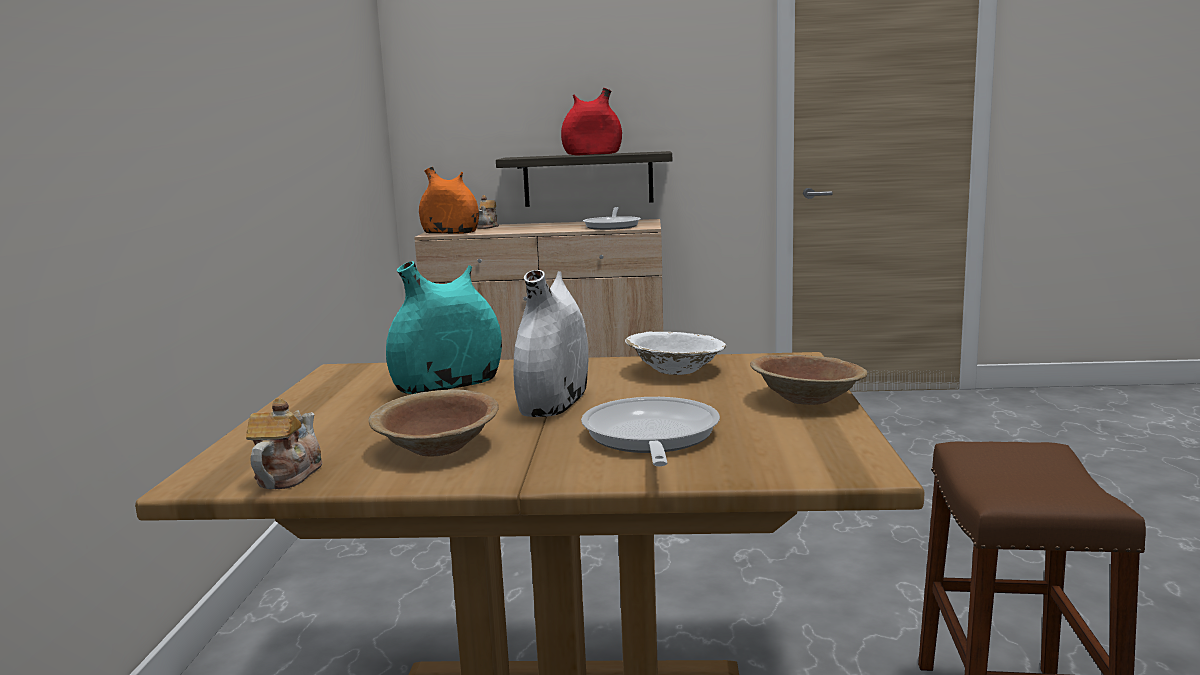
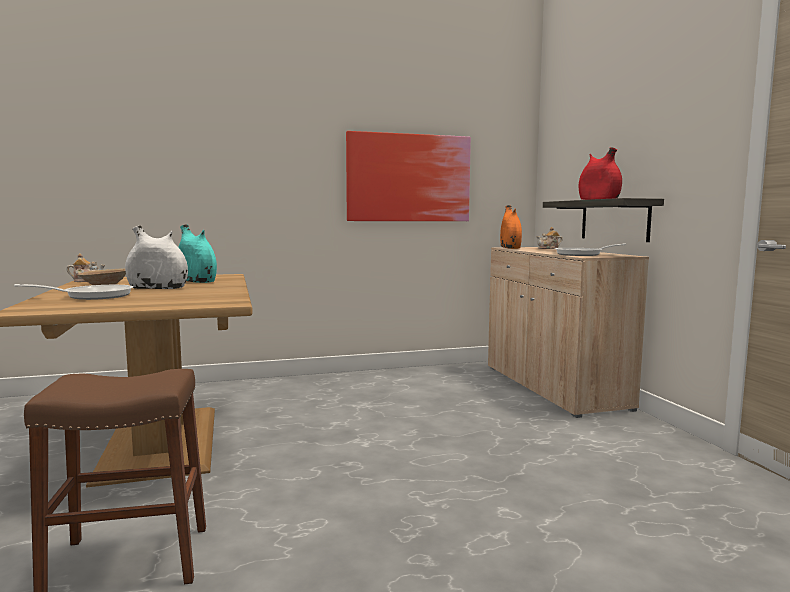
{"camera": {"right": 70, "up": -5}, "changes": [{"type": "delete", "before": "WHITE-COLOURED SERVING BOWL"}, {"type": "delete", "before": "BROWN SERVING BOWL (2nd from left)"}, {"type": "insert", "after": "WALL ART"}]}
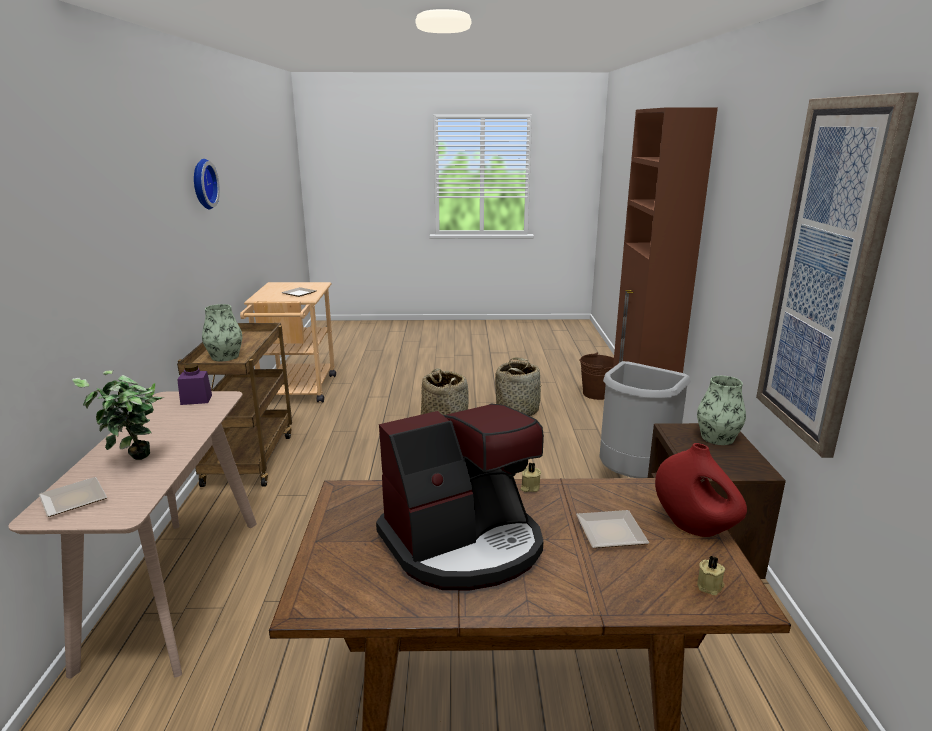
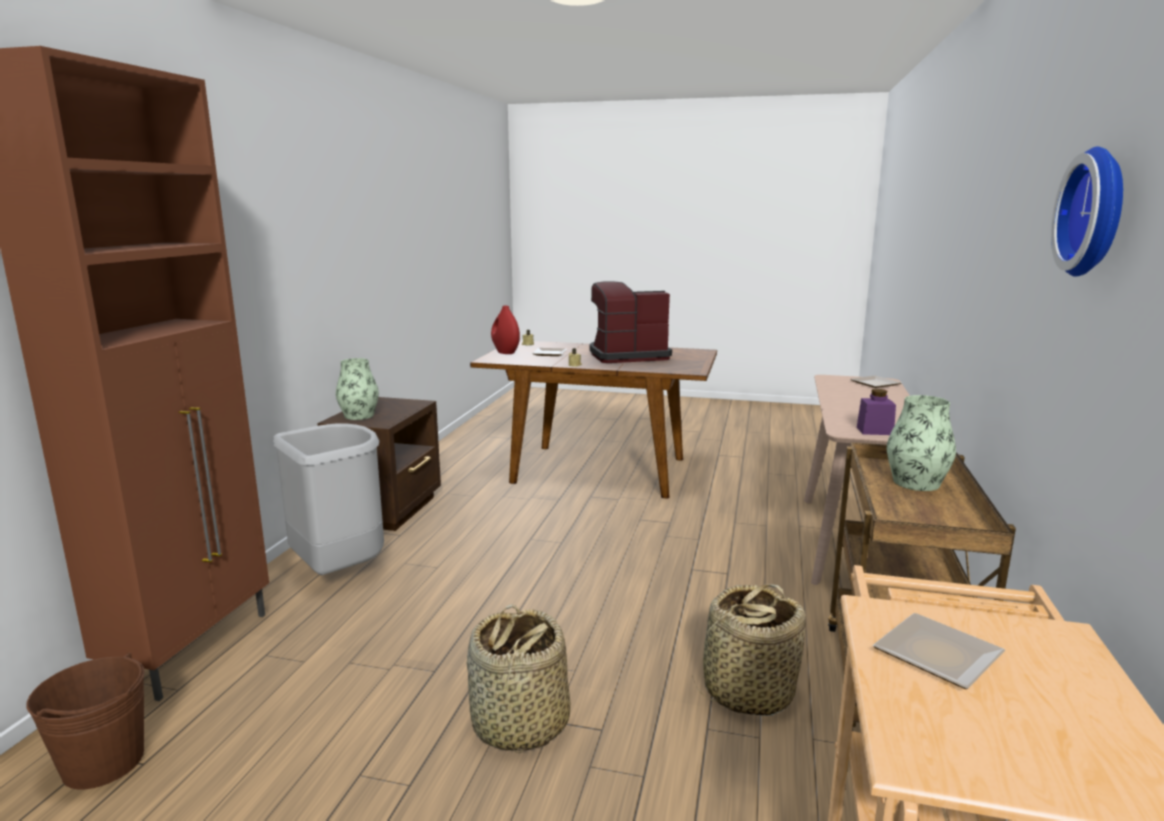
{"camera": {"right": -165, "up": -5}, "changes": [{"type": "delete", "before": "HOUSEPLANT"}, {"type": "move", "before": "HOUSEHOLD BASKET (2nd from left)"}, {"type": "delete", "before": "WALL ART"}]}
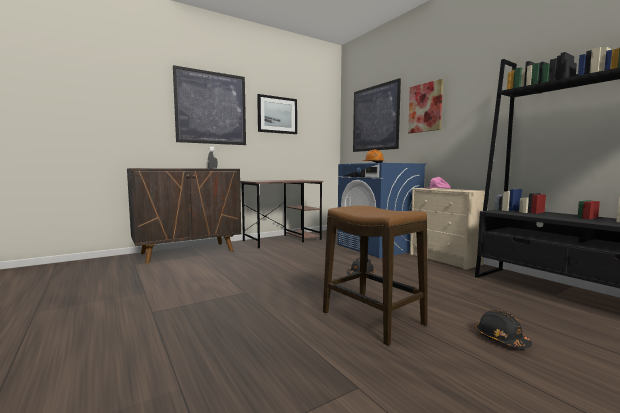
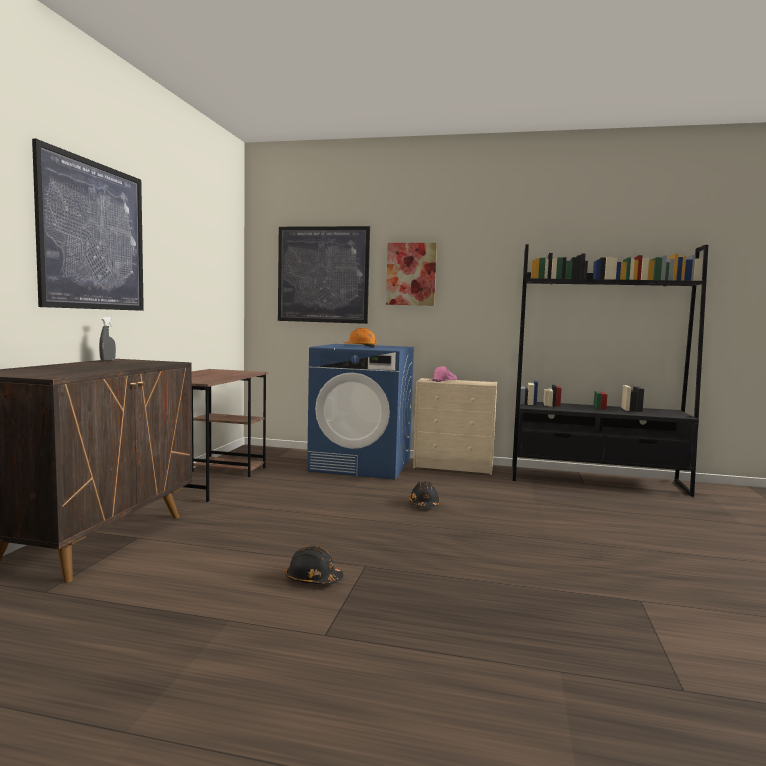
{"camera": {"right": -45, "up": 0}, "changes": [{"type": "delete", "before": "WALL ART (2nd from left)"}, {"type": "delete", "before": "SITTING STOOL"}, {"type": "move", "before": "BLACK-COLOURED WORK HELMET (2nd from left in the first image)", "after": "BLACK-COLOURED WORK HELMET (1st from left)"}]}
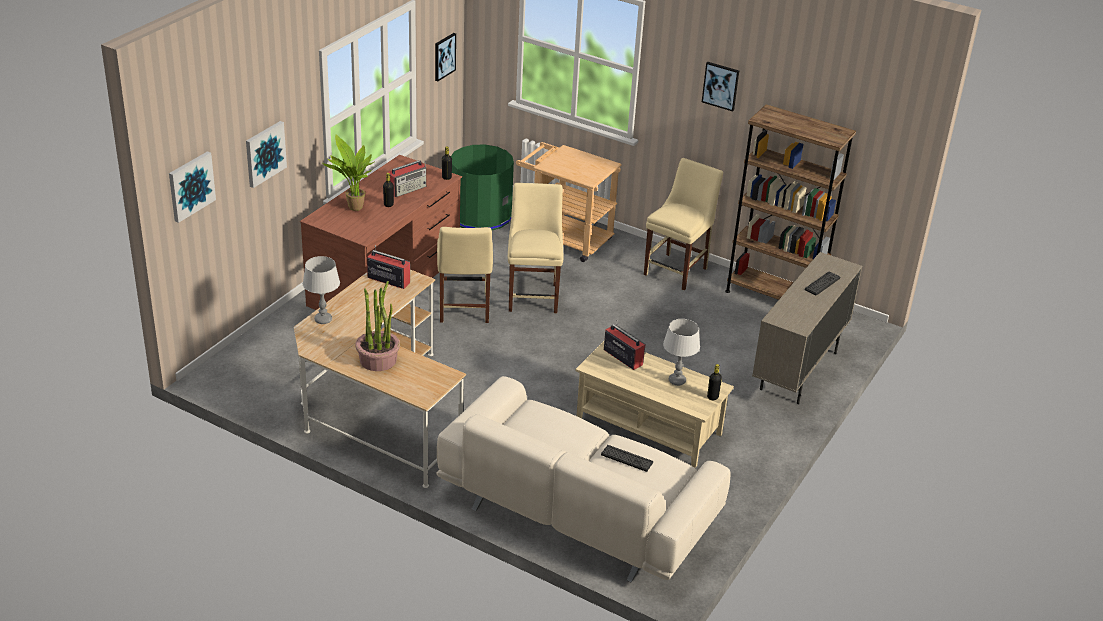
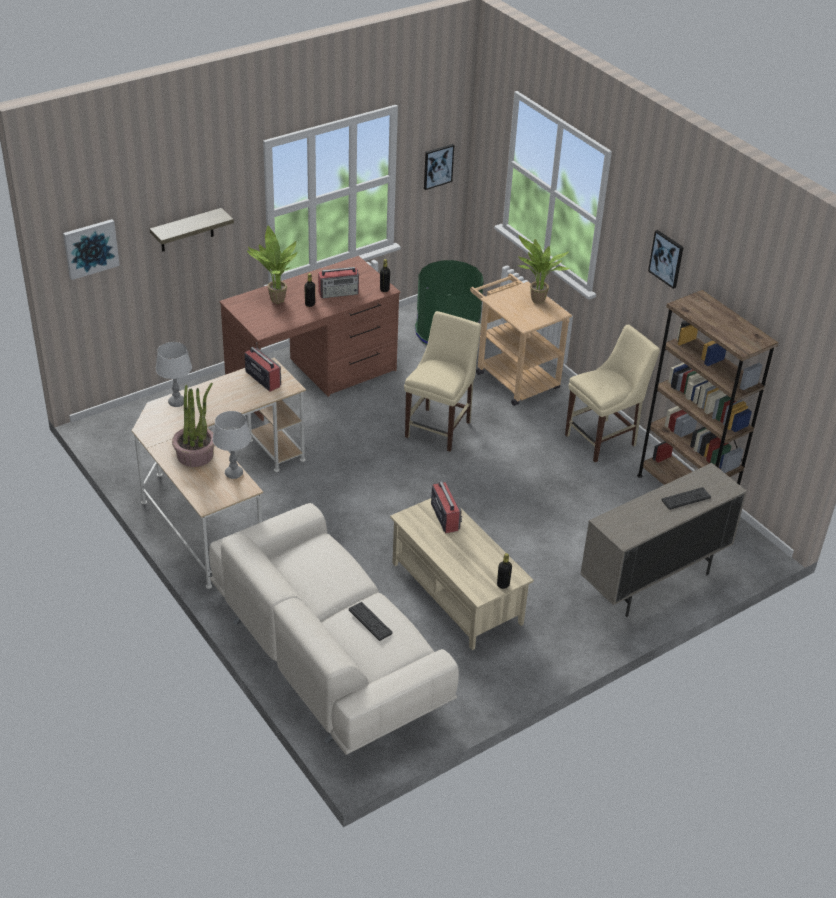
{"camera": {"right": 25, "up": 5}, "changes": [{"type": "replace", "before": "WALL ART (2nd from left)", "after": "SHELF"}, {"type": "delete", "before": "BEIGE UPRIGHT CHAIR (1st from left)"}, {"type": "move", "before": "GREYISH LAMP FOR A TABLE (2nd from left)"}, {"type": "insert", "after": "HOUSEPLANT (3rd from left)"}]}
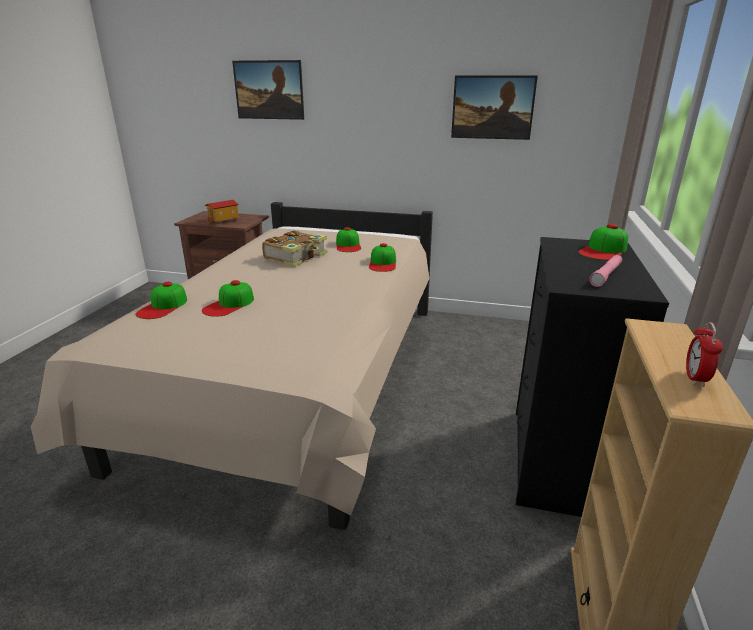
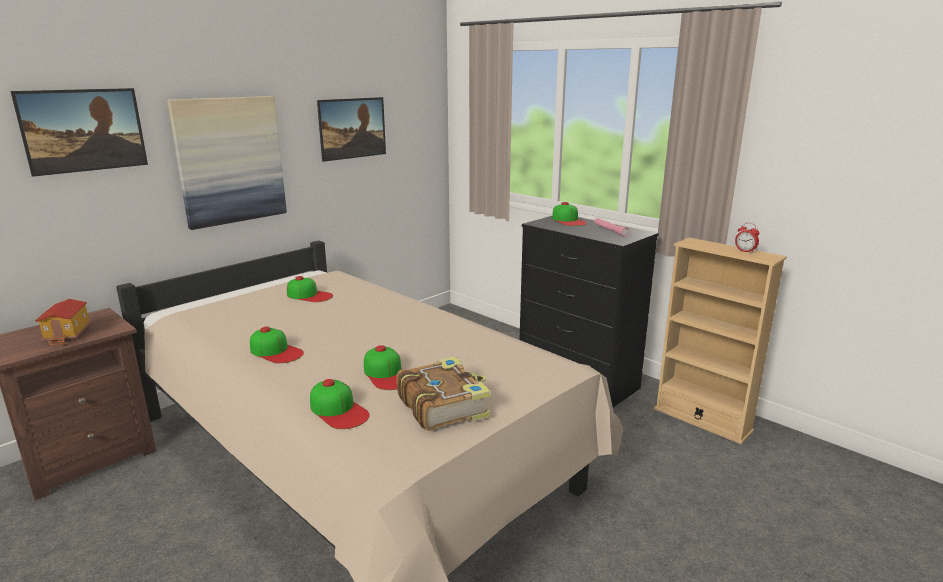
{"camera": {"right": -60, "up": -5}, "changes": [{"type": "move", "before": "VOLUME"}, {"type": "move", "before": "CAP (4th from left in the first image)", "after": "CAP (1st from left)"}, {"type": "insert", "after": "WALL ART (2nd from left)"}]}
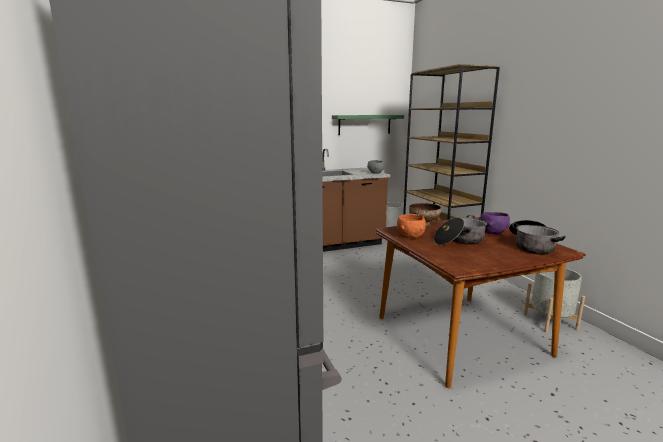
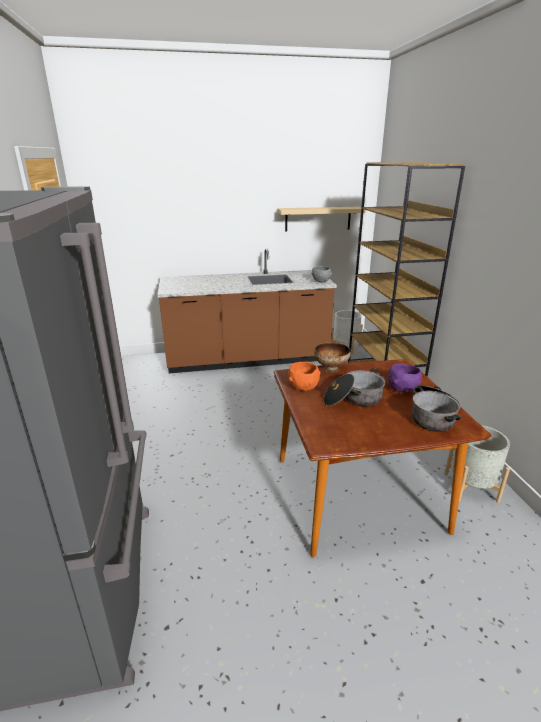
{"camera": {"right": 10, "up": 10}, "changes": [{"type": "recolor", "before": "GREEN-COLOURED SHELF", "after": "BEIGE SHELF"}]}
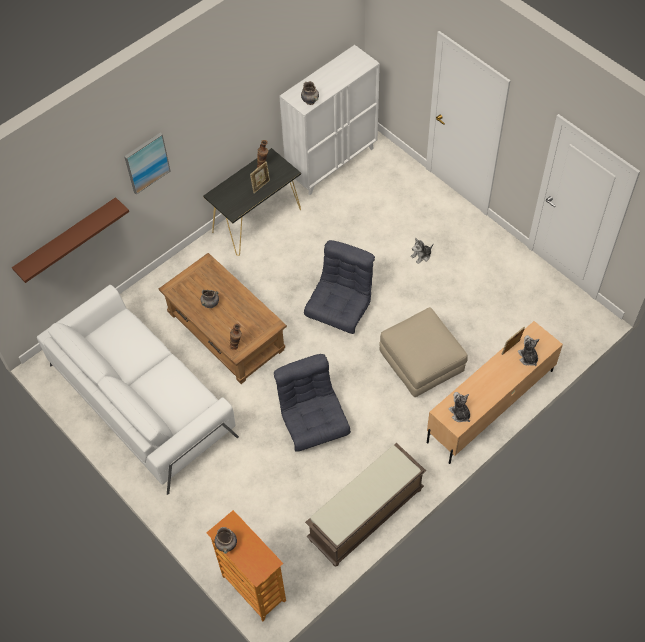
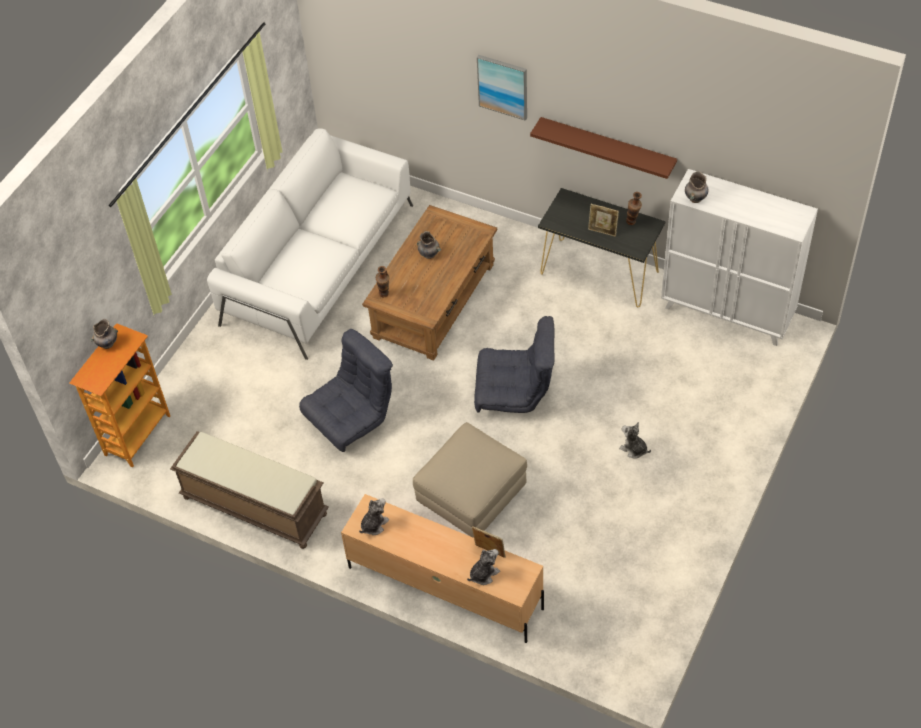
{"camera": {"right": 70, "up": -5}, "changes": [{"type": "move", "before": "BROWN SHELF"}]}
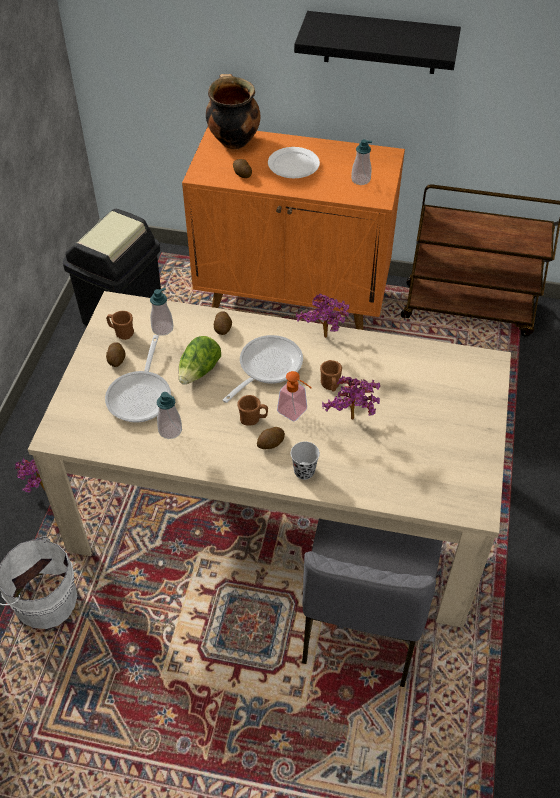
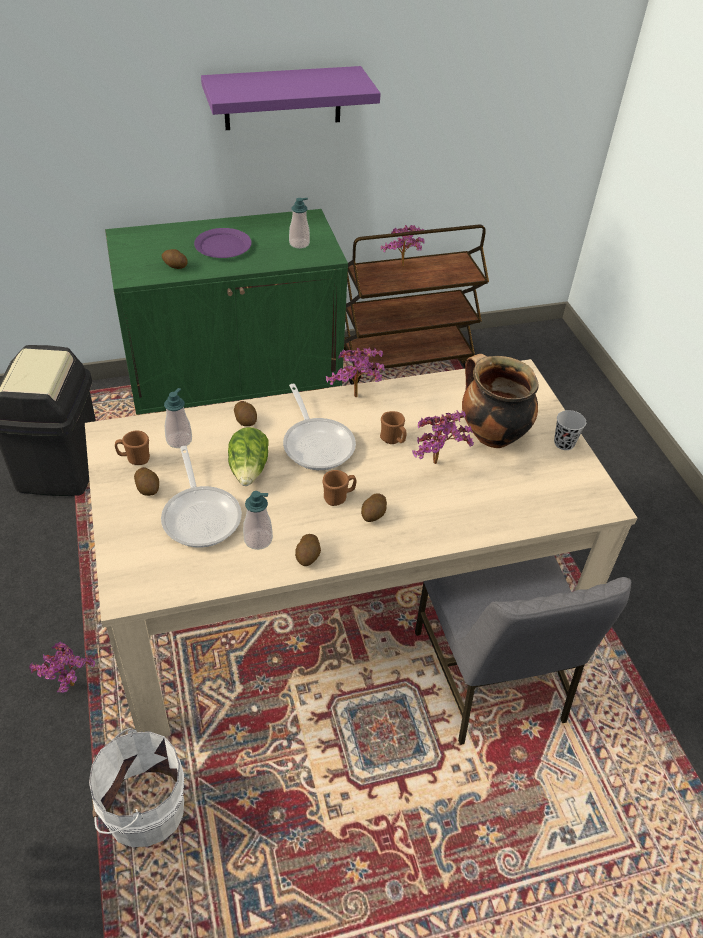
{"camera": {"right": -30, "up": -5}, "changes": [{"type": "recolor", "before": "ORANGE CUPBOARD", "after": "GREEN-COLOURED CUPBOARD"}, {"type": "move", "before": "SAUCEPOT"}, {"type": "rotate", "before": "FRYING PAN (2nd from left)", "turn": 150}, {"type": "recolor", "before": "WHITE-COLOURED FLAT DISH", "after": "PURPLISH FLAT DISH"}, {"type": "delete", "before": "LIQUID SOAP BOTTLE (3rd from left)"}, {"type": "move", "before": "BLACK-COLOURED SMALL CUP"}, {"type": "recolor", "before": "BLACK-COLOURED SHELF", "after": "PURPLISH SHELF"}, {"type": "insert", "after": "POTATO (4th from left)"}, {"type": "insert", "after": "HOUSEPLANT (3rd from left)"}]}
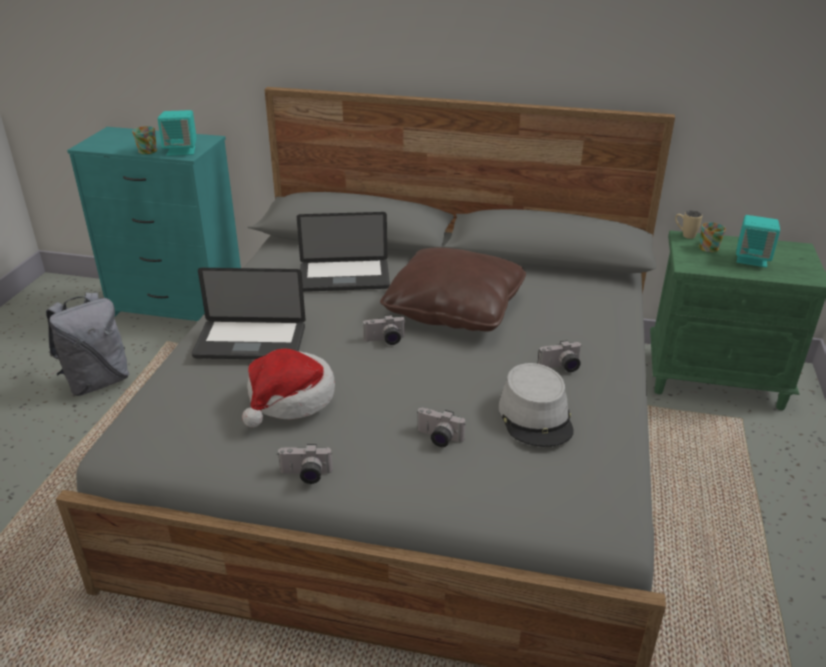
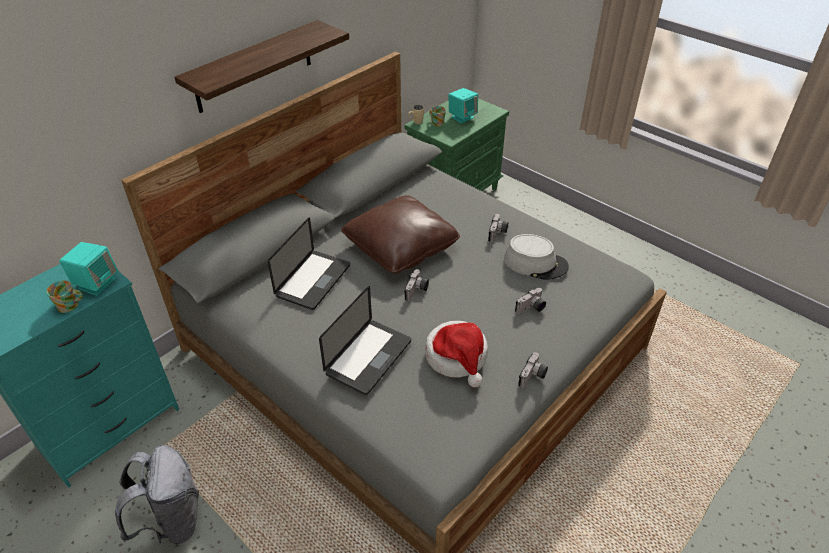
{"camera": {"right": -60, "up": 10}, "changes": [{"type": "insert", "after": "SHELF"}]}
